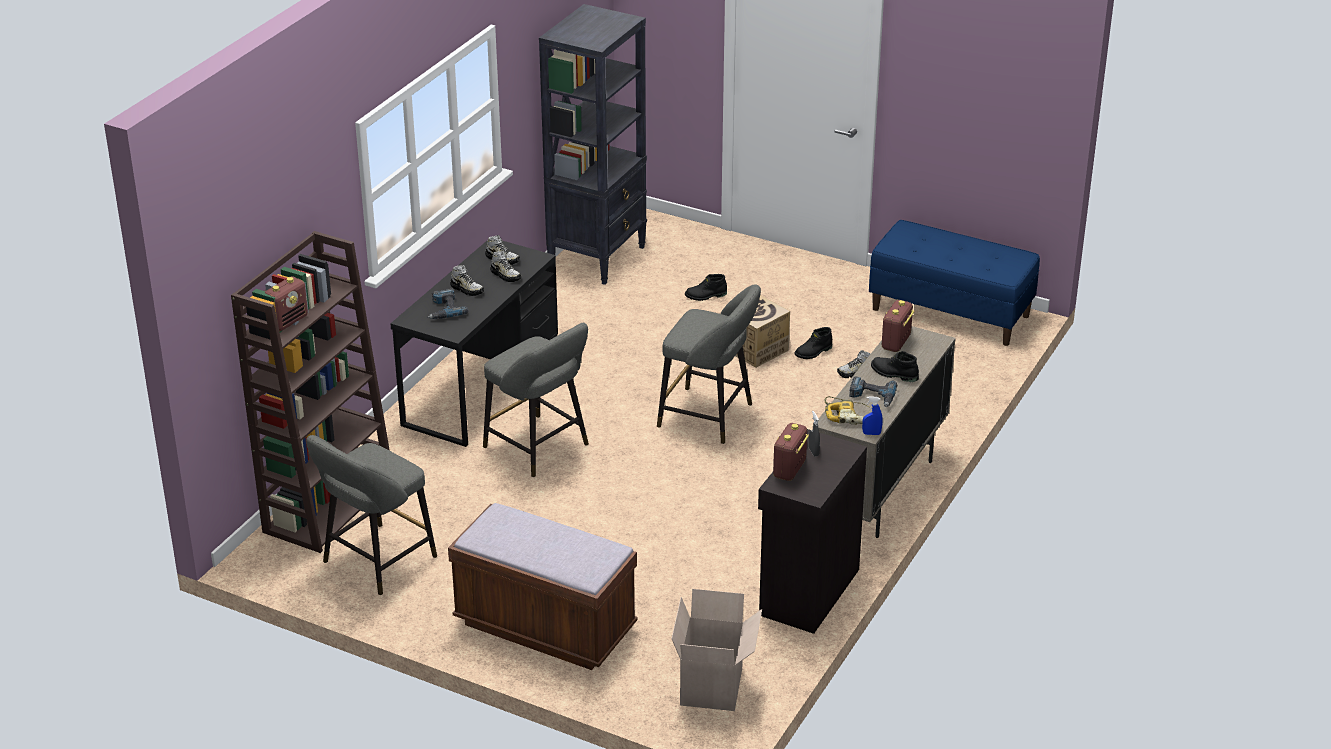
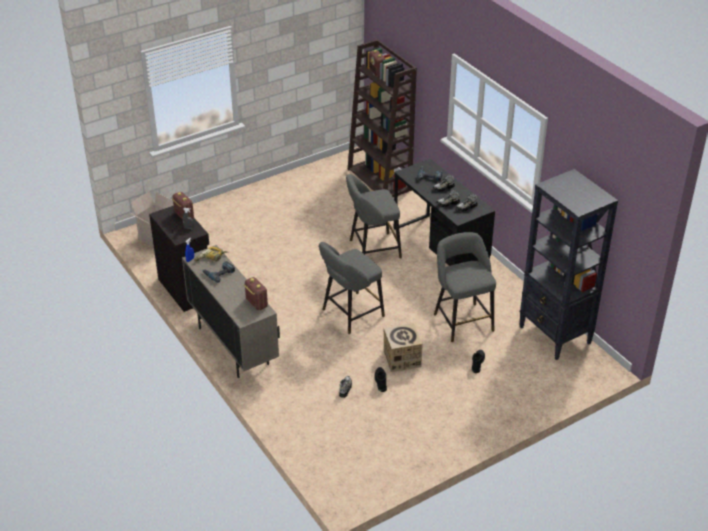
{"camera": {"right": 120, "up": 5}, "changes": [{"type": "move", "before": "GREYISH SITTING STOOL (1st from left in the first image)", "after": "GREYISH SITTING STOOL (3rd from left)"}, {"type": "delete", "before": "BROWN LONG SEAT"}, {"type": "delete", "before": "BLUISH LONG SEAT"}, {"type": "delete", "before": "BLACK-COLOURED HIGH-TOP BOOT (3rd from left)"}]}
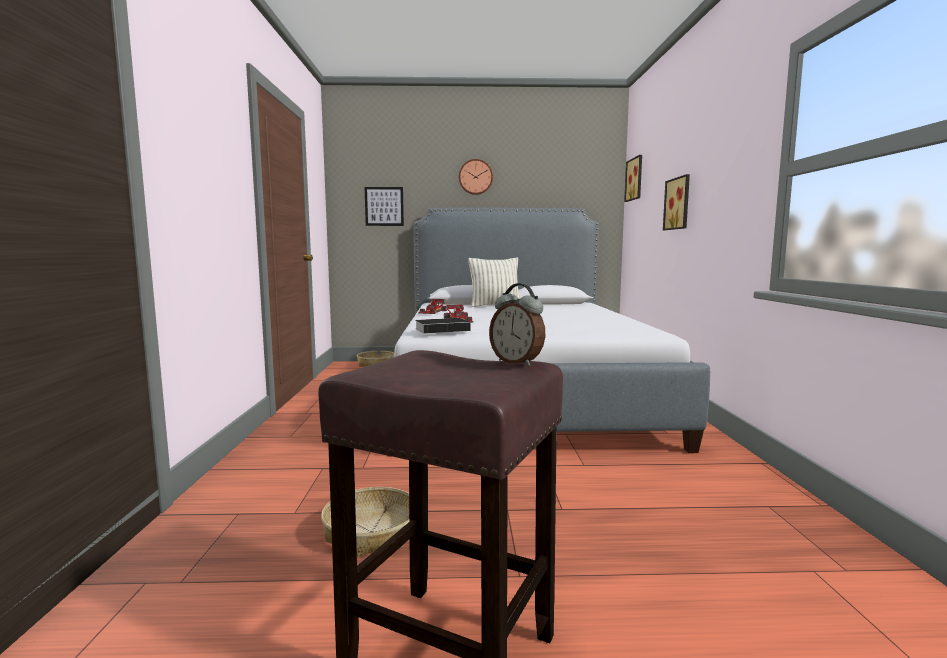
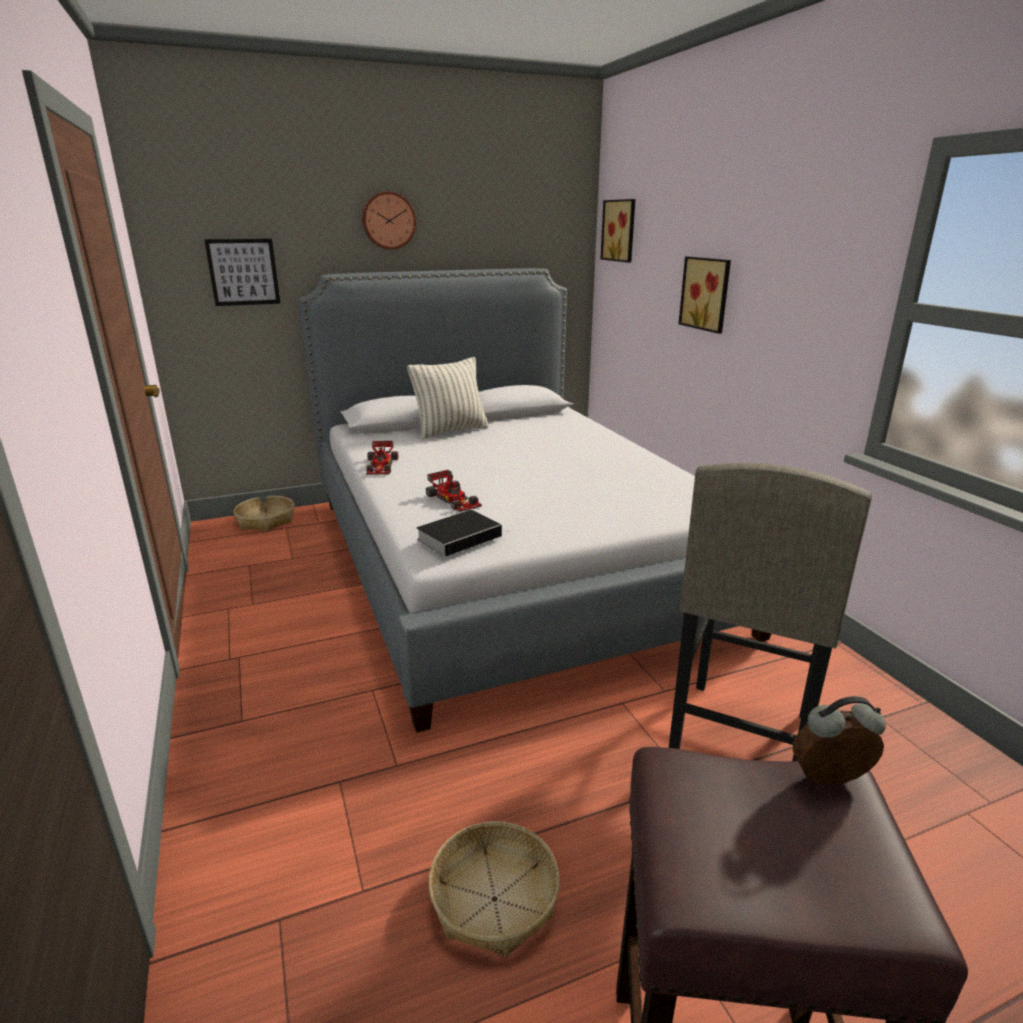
{"camera": {"right": -20, "up": 15}, "changes": [{"type": "rotate", "before": "ALARM CLOCK", "turn": 150}, {"type": "insert", "after": "GREYISH SITTING STOOL"}]}
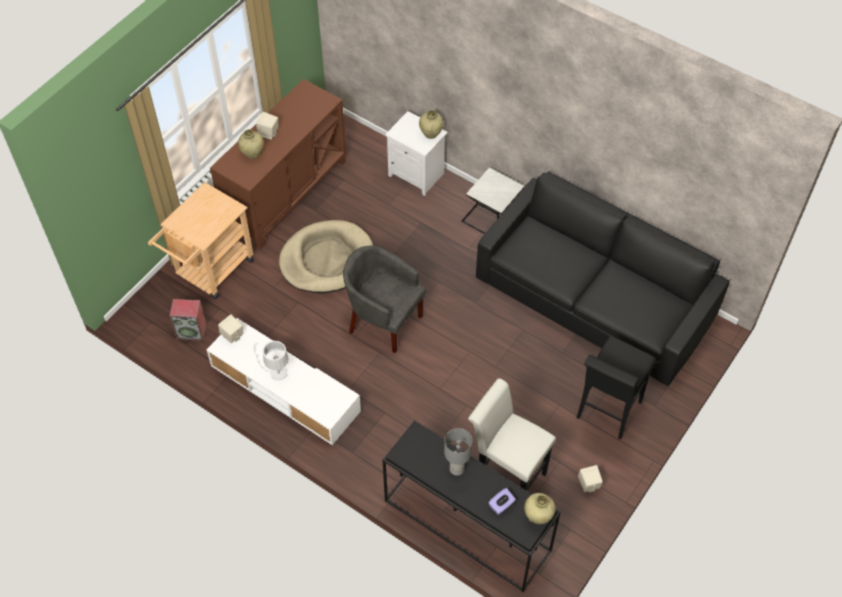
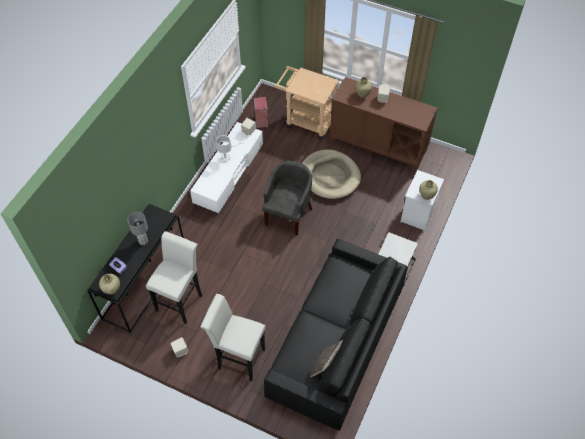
{"camera": {"right": 80, "up": 0}, "changes": [{"type": "recolor", "before": "BLACK-COLOURED SITTING STOOL", "after": "WHITE-COLOURED SITTING STOOL (2nd from left)"}, {"type": "insert", "after": "THROW PILLOW"}]}
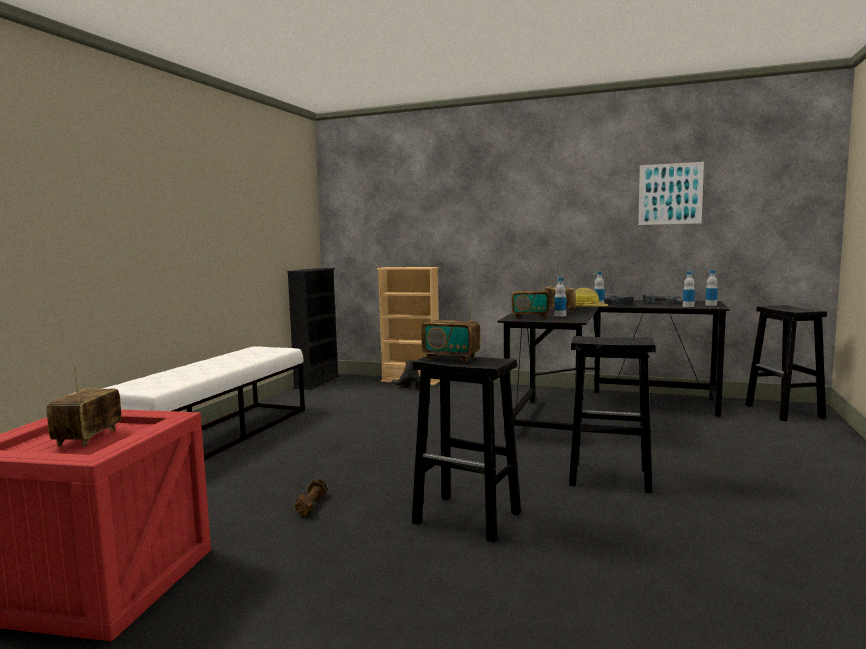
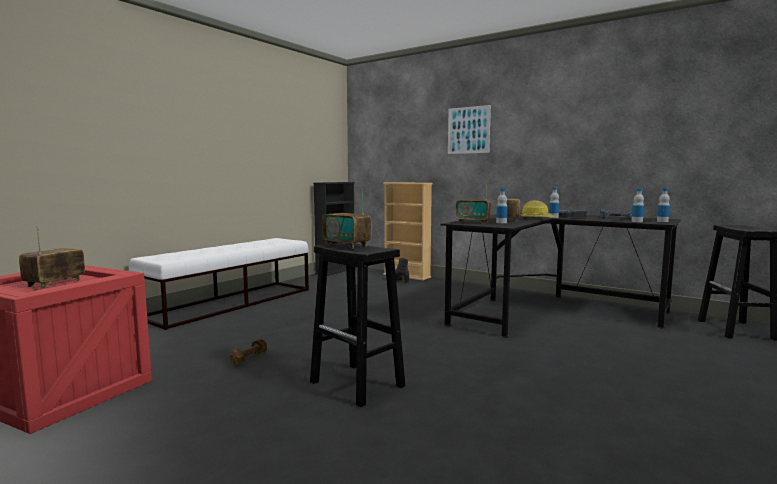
{"camera": {"right": 15, "up": 0}, "changes": [{"type": "delete", "before": "BLACK-COLOURED SITTING STOOL (2nd from left)"}, {"type": "move", "before": "WALL ART"}]}
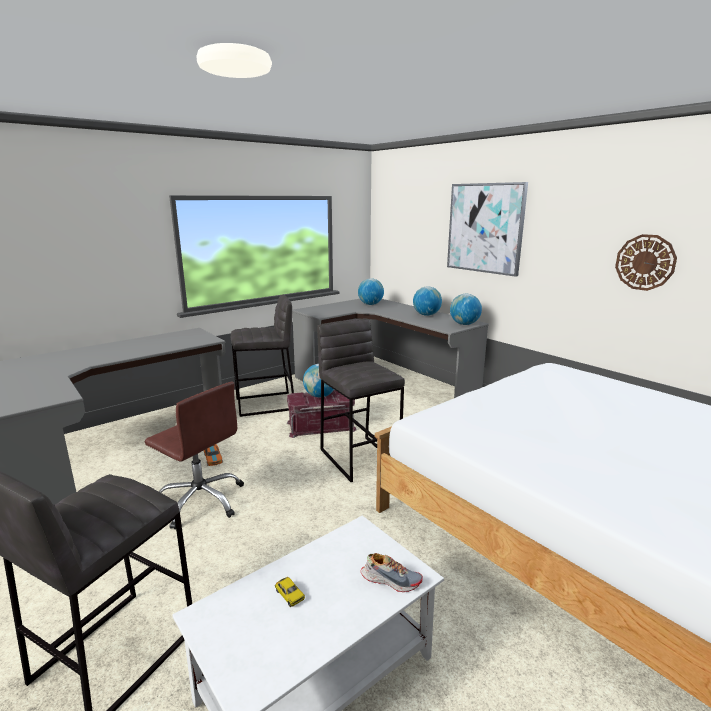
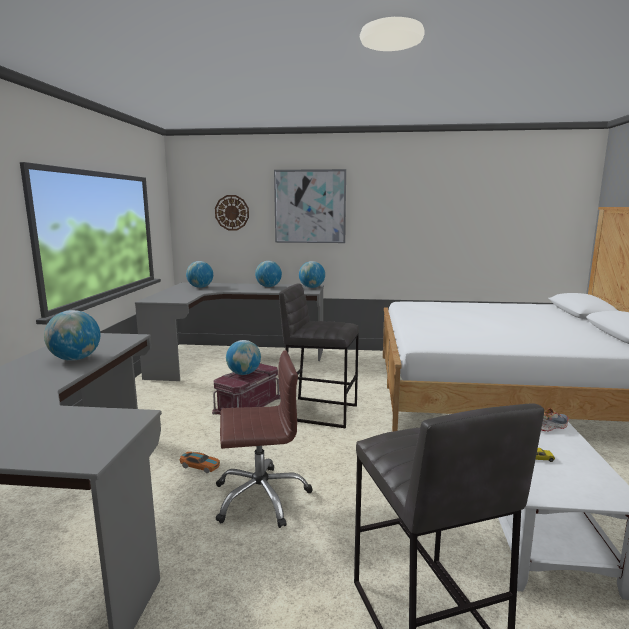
{"camera": {"right": -45, "up": -5}, "changes": [{"type": "delete", "before": "GREYISH SITTING STOOL (2nd from left)"}, {"type": "move", "before": "HANGING CLOCK"}, {"type": "insert", "after": "WORLD GLOBE (1st from left)"}]}
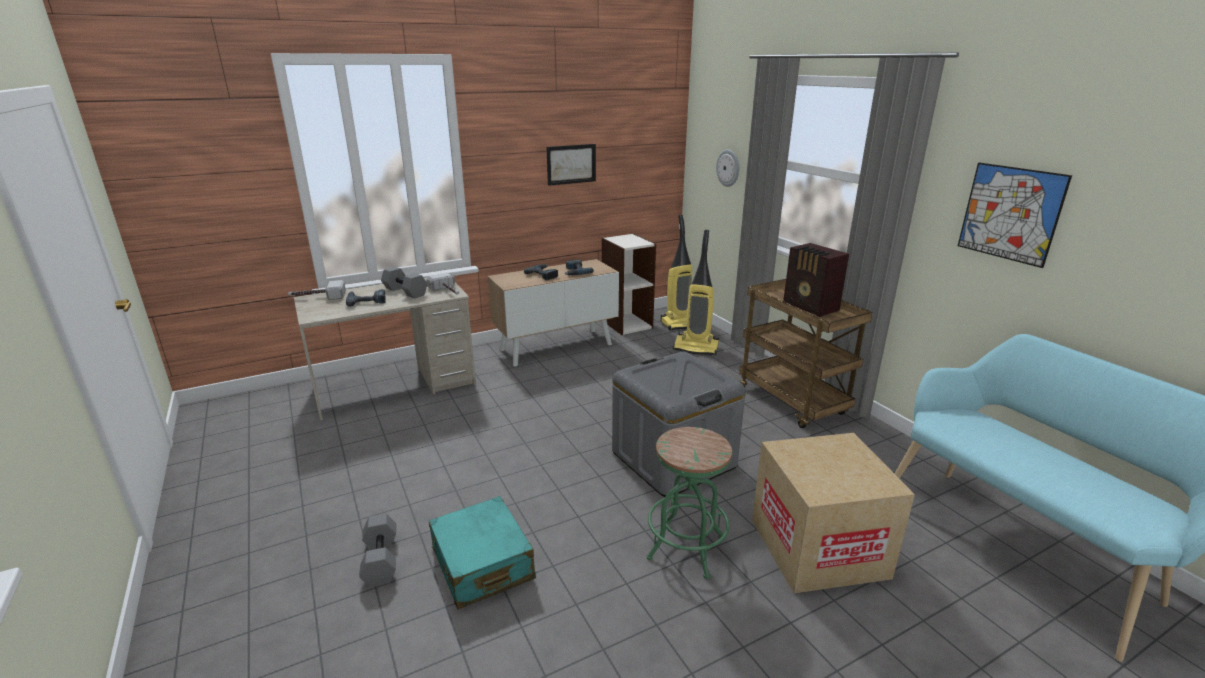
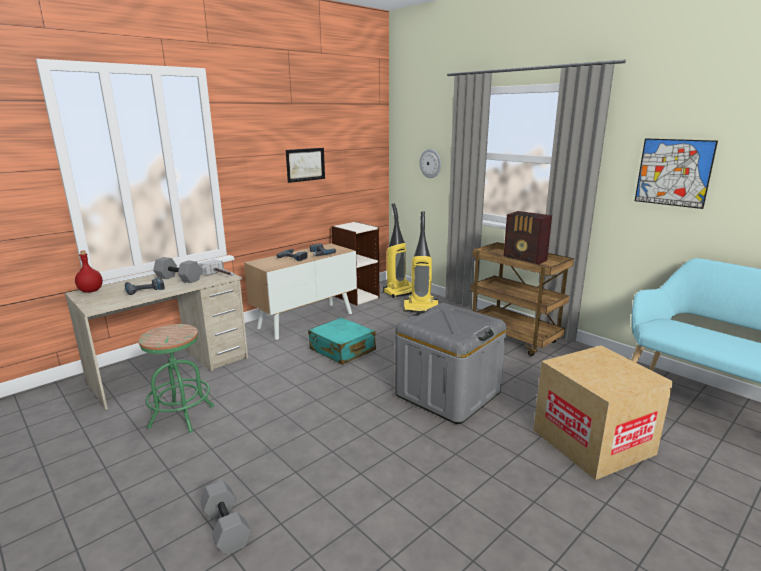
{"camera": {"right": -15, "up": -5}, "changes": [{"type": "replace", "before": "TOOL HAMMER (1st from left)", "after": "RED DRINK BOTTLE"}, {"type": "move", "before": "TURQUOISE PIECE OF LUGGAGE"}, {"type": "move", "before": "GREEN-COLOURED SITTING STOOL"}]}
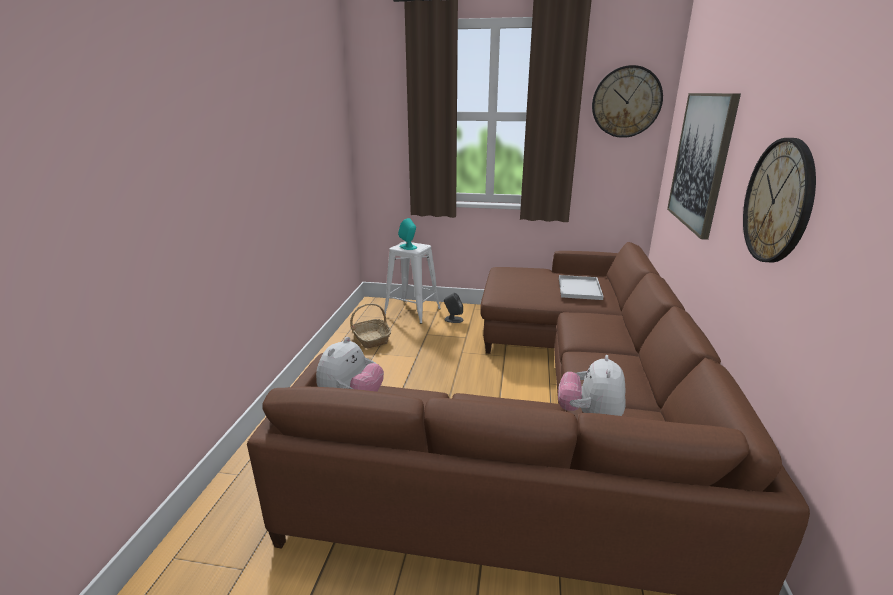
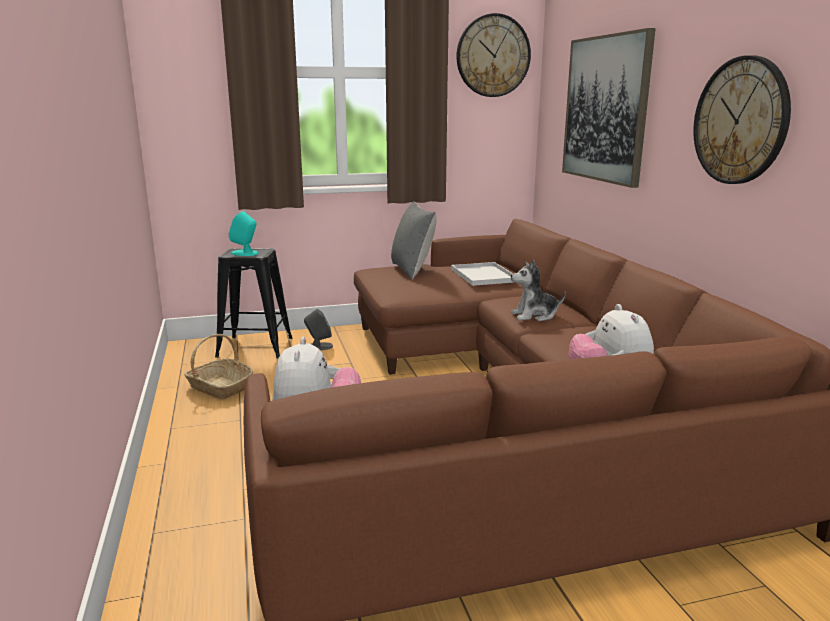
{"camera": {"right": -25, "up": -5}, "changes": [{"type": "recolor", "before": "WHITE-COLOURED SITTING STOOL", "after": "BLACK-COLOURED SITTING STOOL"}, {"type": "insert", "after": "GREYISH THROW PILLOW"}, {"type": "insert", "after": "CUDDLY TOY (2nd from left)"}]}
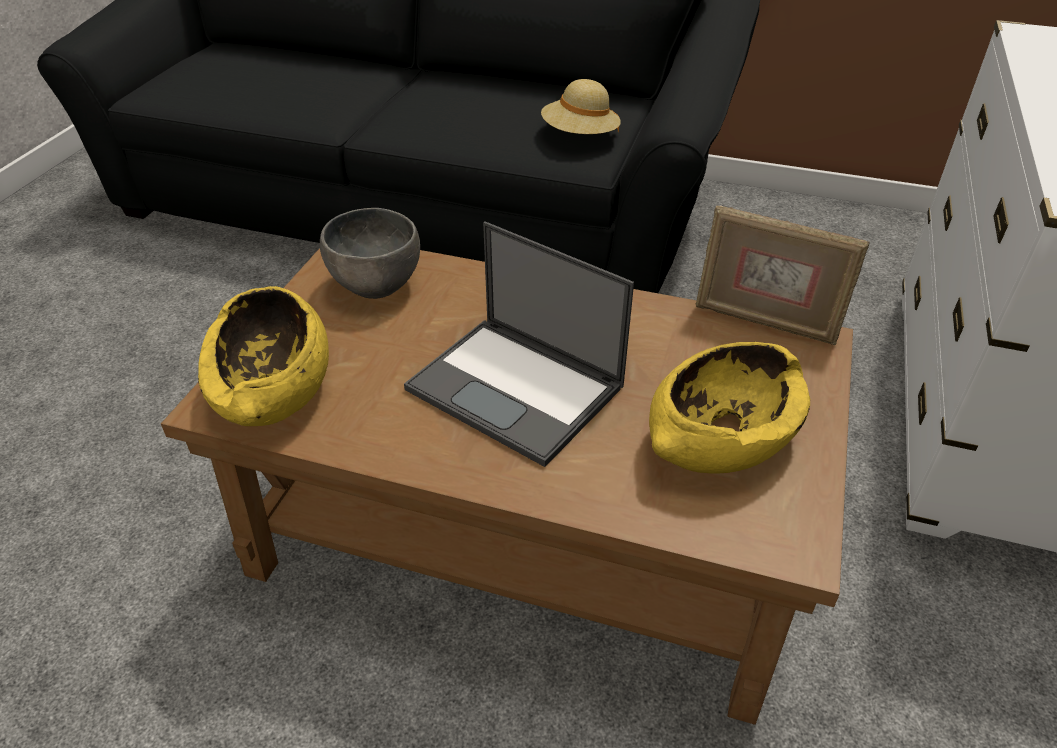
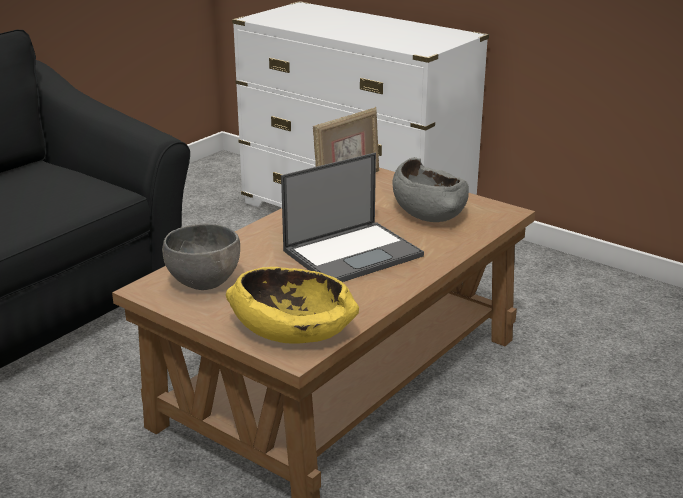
{"camera": {"right": -70, "up": -15}, "changes": [{"type": "delete", "before": "BEIGE CLOTHING HAT"}, {"type": "recolor", "before": "YELLOWISH SERVING BOWL (2nd from left)", "after": "GREYISH SERVING BOWL (2nd from left)"}]}
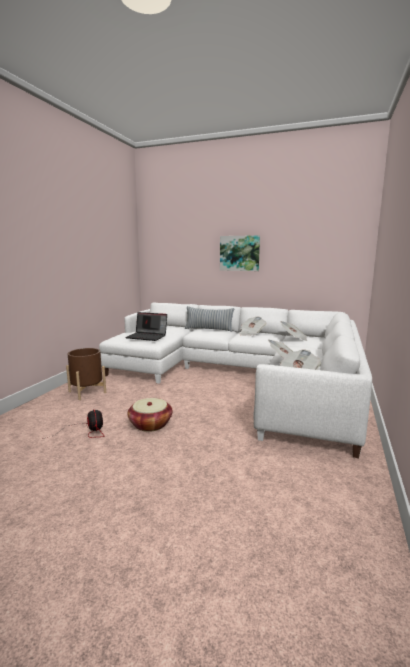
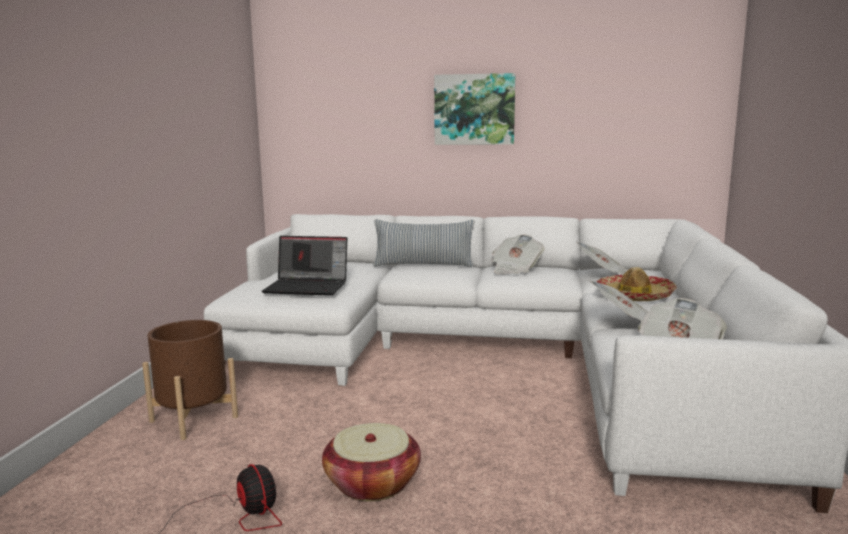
{"camera": {"right": -10, "up": 0}, "changes": [{"type": "insert", "after": "CLOTHING HAT"}]}
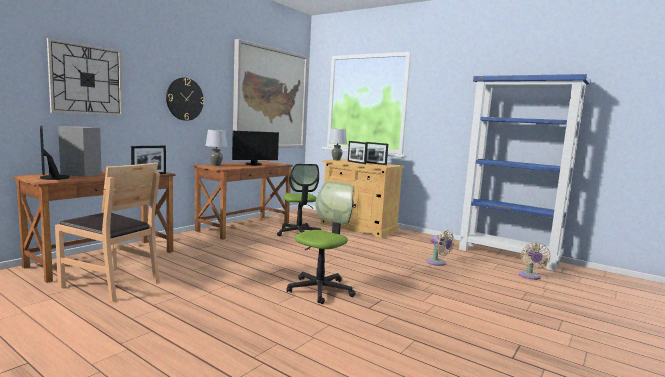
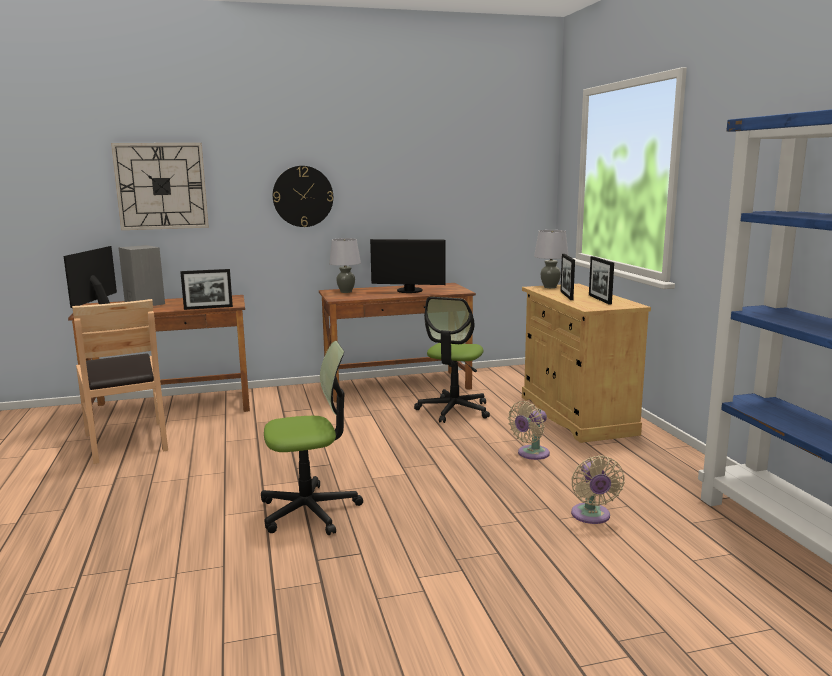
{"camera": {"right": 40, "up": 5}, "changes": [{"type": "delete", "before": "WALL ART"}, {"type": "move", "before": "BEIGE ELECTRIC FAN (2nd from left in the first image)", "after": "BEIGE ELECTRIC FAN (1st from left)"}]}
